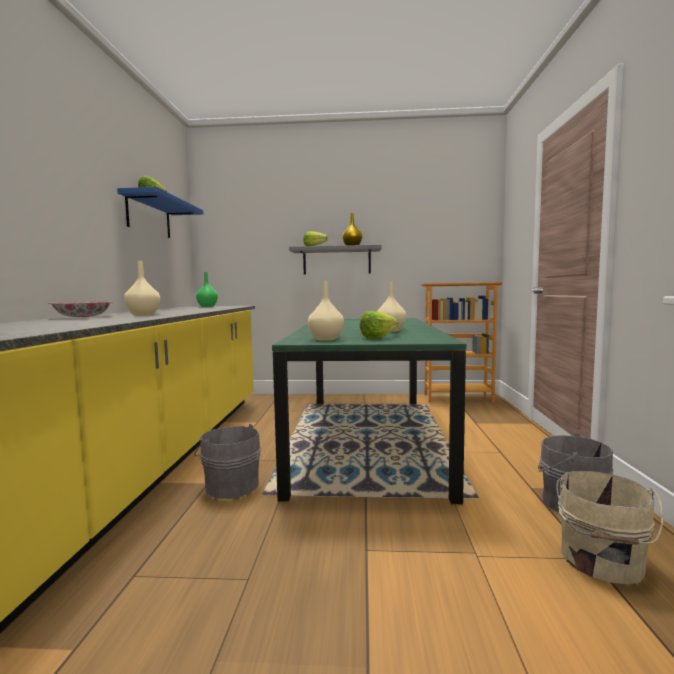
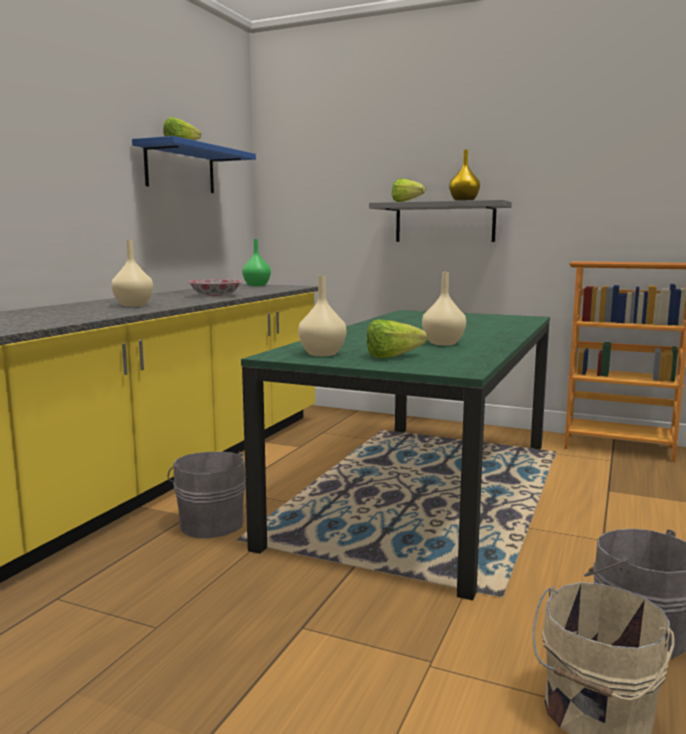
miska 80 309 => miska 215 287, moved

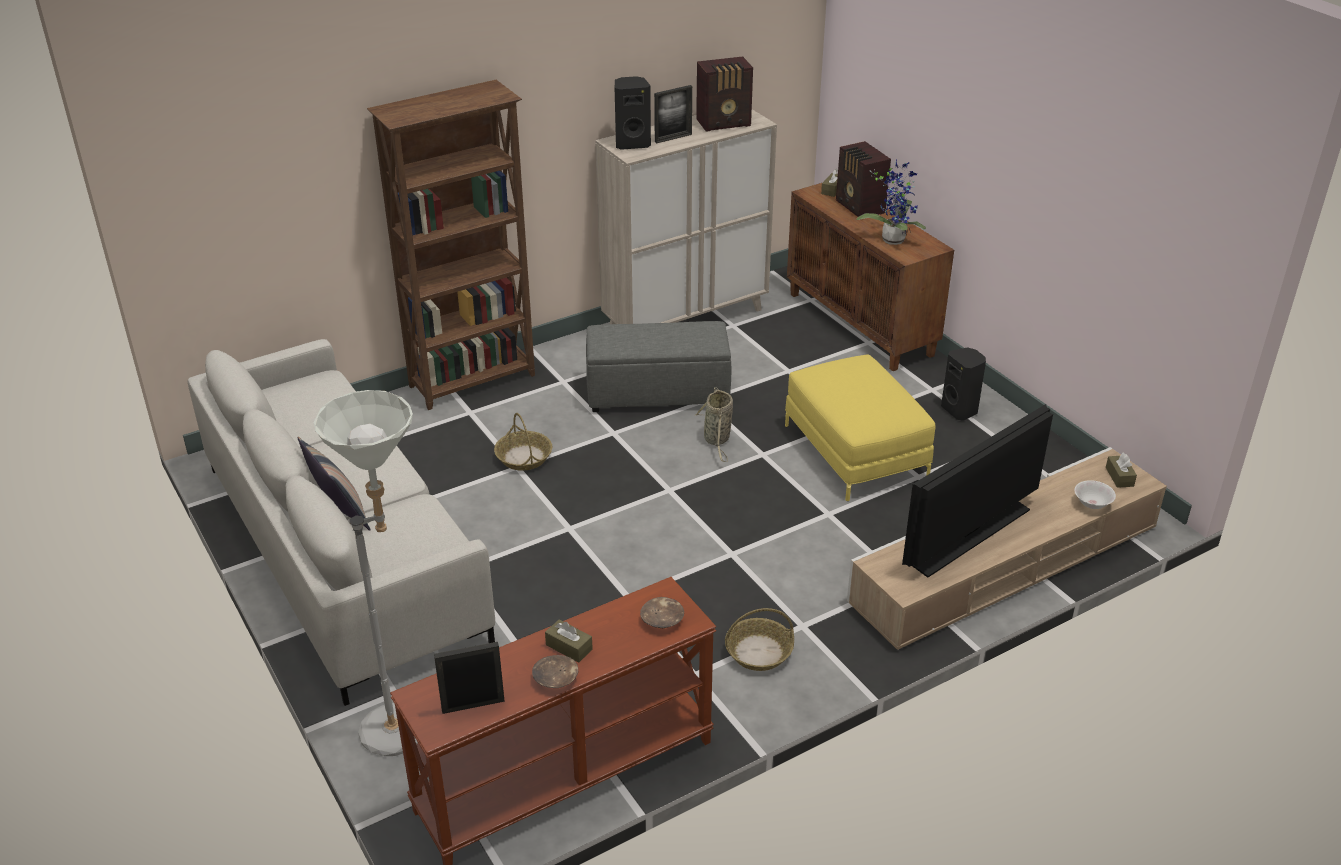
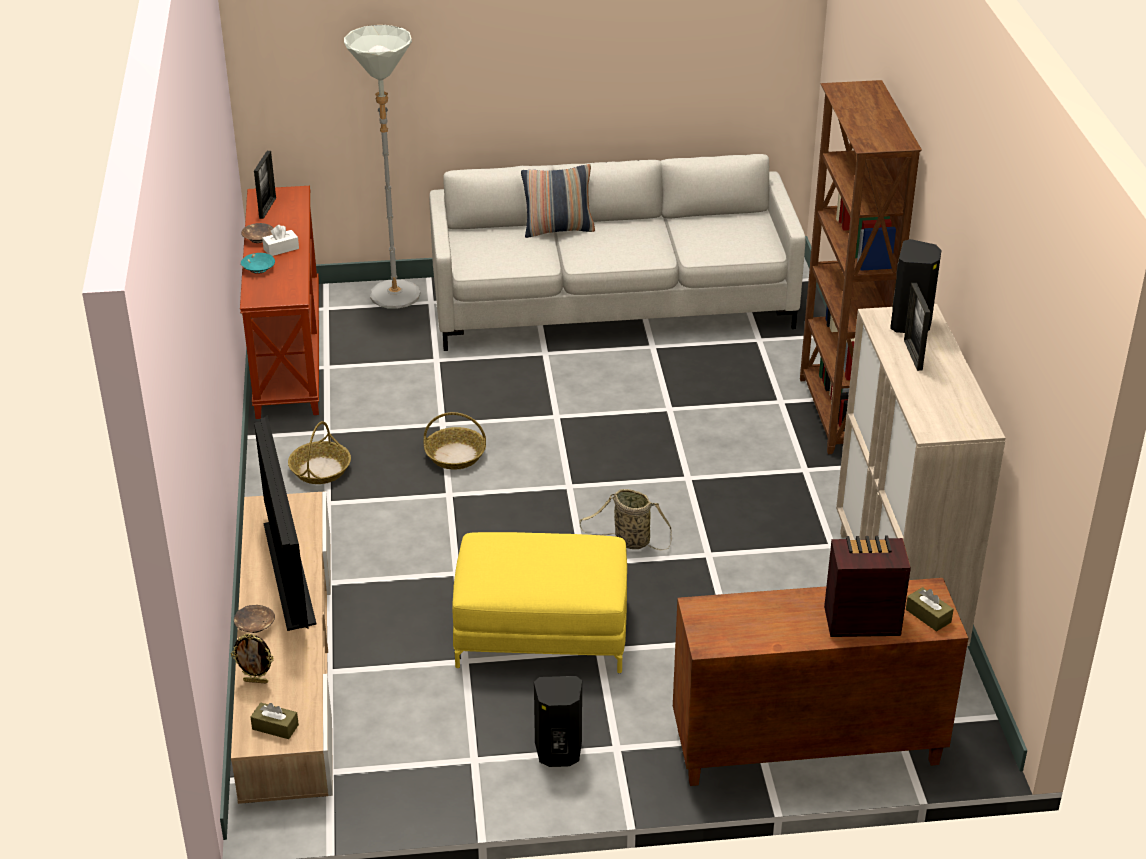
miska [biały] 1095 494 => ramka na zdjęcie 252 659
miska [brązowy] 662 612 => miska [brązowy] 254 619, moved
nothing => miska [turkusowy] 258 263
pudełko chusteczek [brązowy] 569 641 => pudełko chusteczek [biały] 280 240
koszyk 523 442 => koszyk 455 441, moved
pufa [szary] 658 366 => nothing
radio 724 94 => nothing
roślina doniczkowa 891 202 => nothing

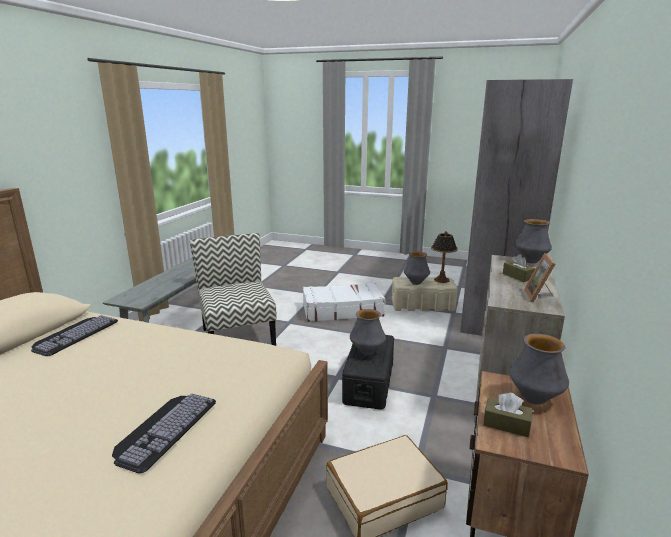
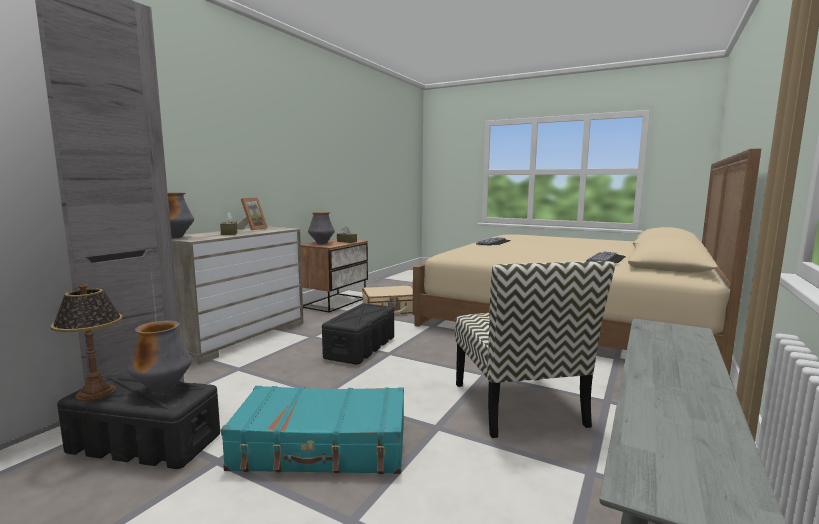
pojemnik do przechowywania [beżowy] 425 294 => pojemnik do przechowywania [czarny] 138 422
walizka [biały] 344 302 => walizka [turkusowy] 312 430
wazon 368 332 => nothing

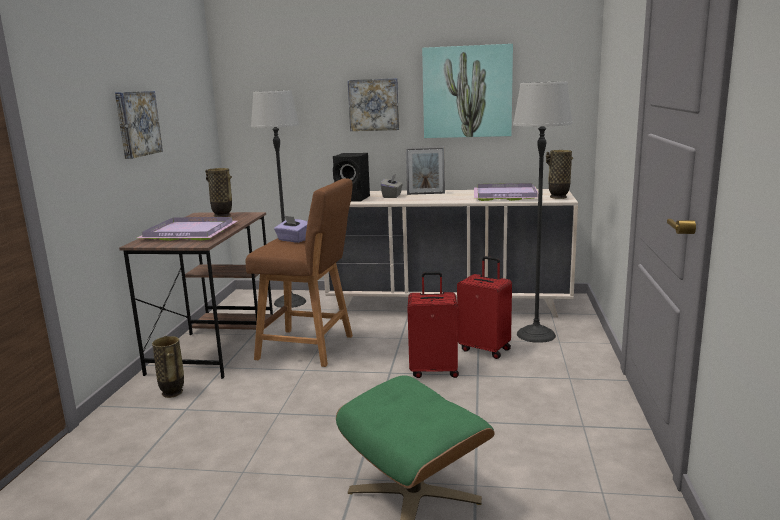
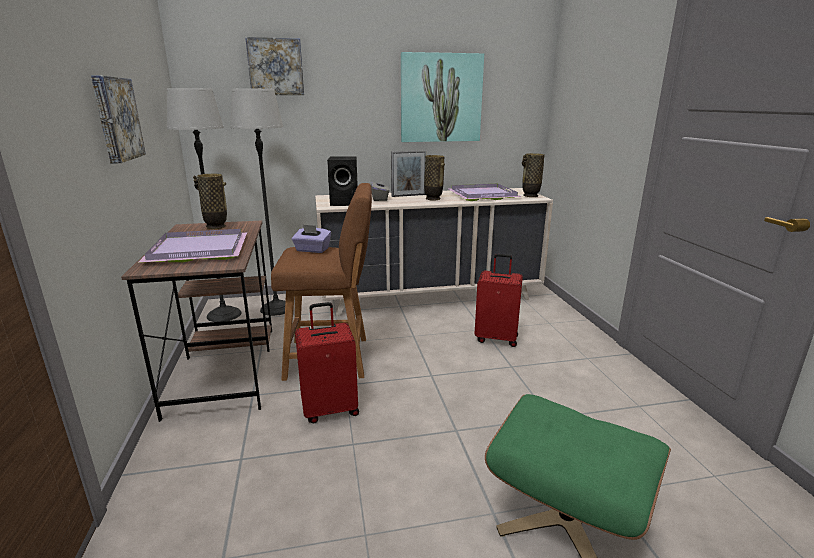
lampa stojąca 543 212 => lampa stojąca 204 205, moved
obraz 373 104 => obraz 274 66, moved
walizka [czerwony] 433 325 => walizka [czerwony] 327 362, moved
wazon 168 367 => wazon 434 178, moved

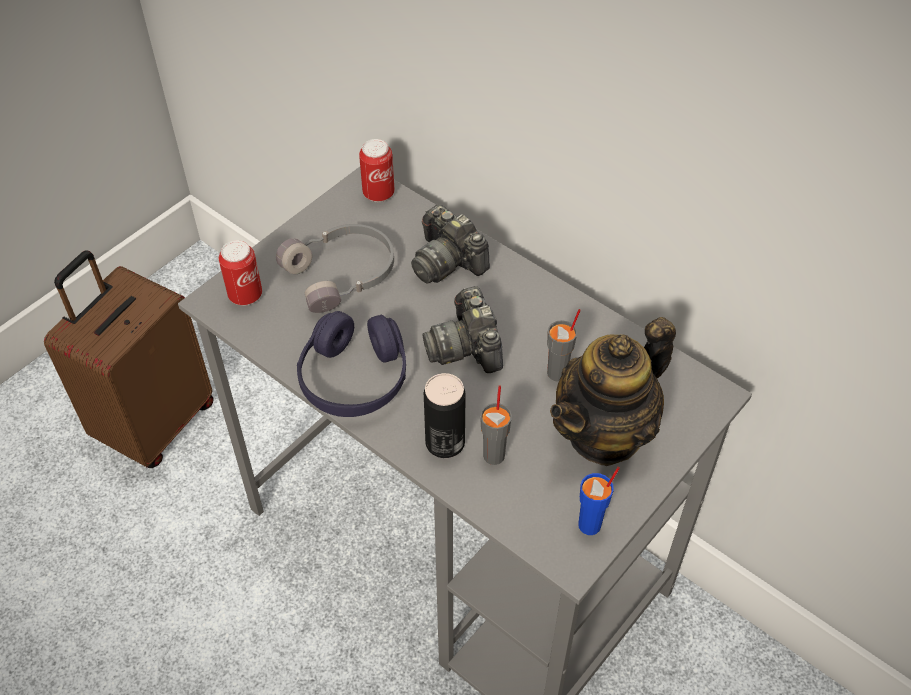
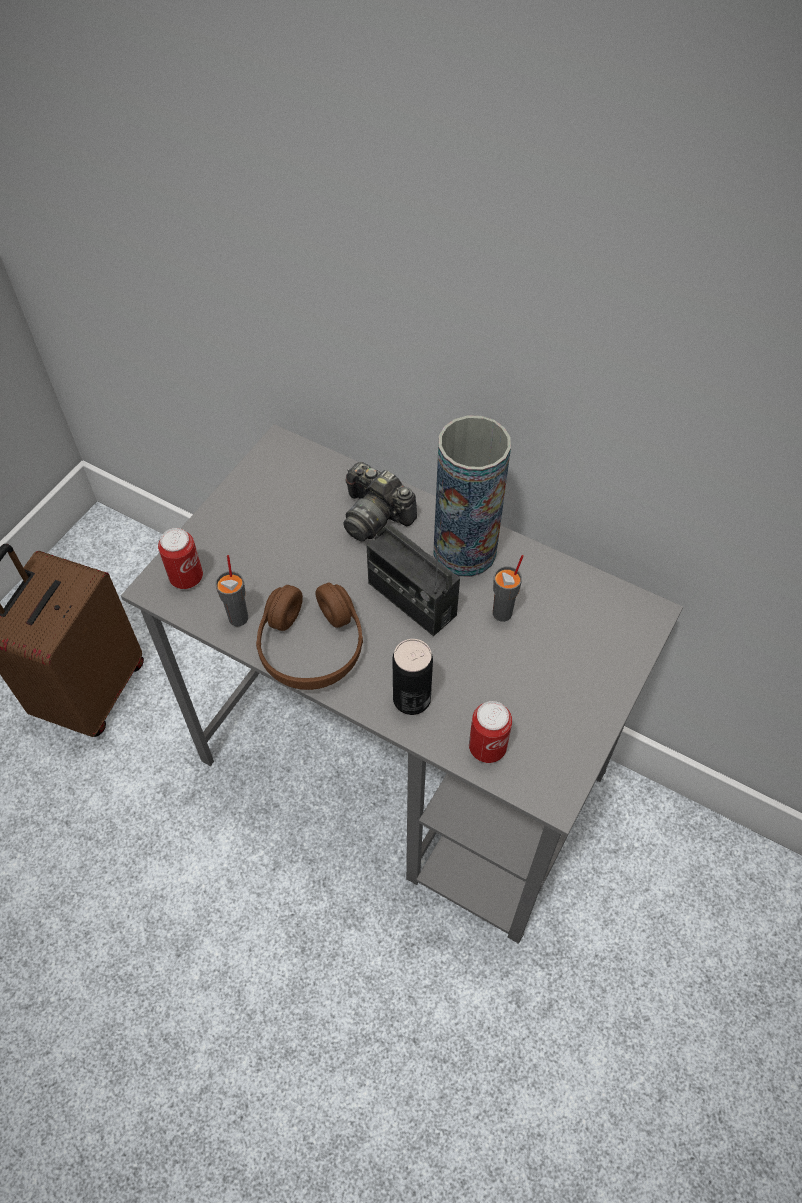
filiżanka [szary] 496 425 => filiżanka [szary] 231 590, moved
słuchawki [fioletowy] 351 364 => słuchawki [brązowy] 309 636
aparat fotograficzny 462 329 => radio 413 580
nothing => wazon 472 496
puszka 377 170 => puszka 490 732, moved
słuchawki [szary] 335 268 => nothing
imbryk 613 391 => nothing
filiżanka [niebieski] 599 501 => nothing

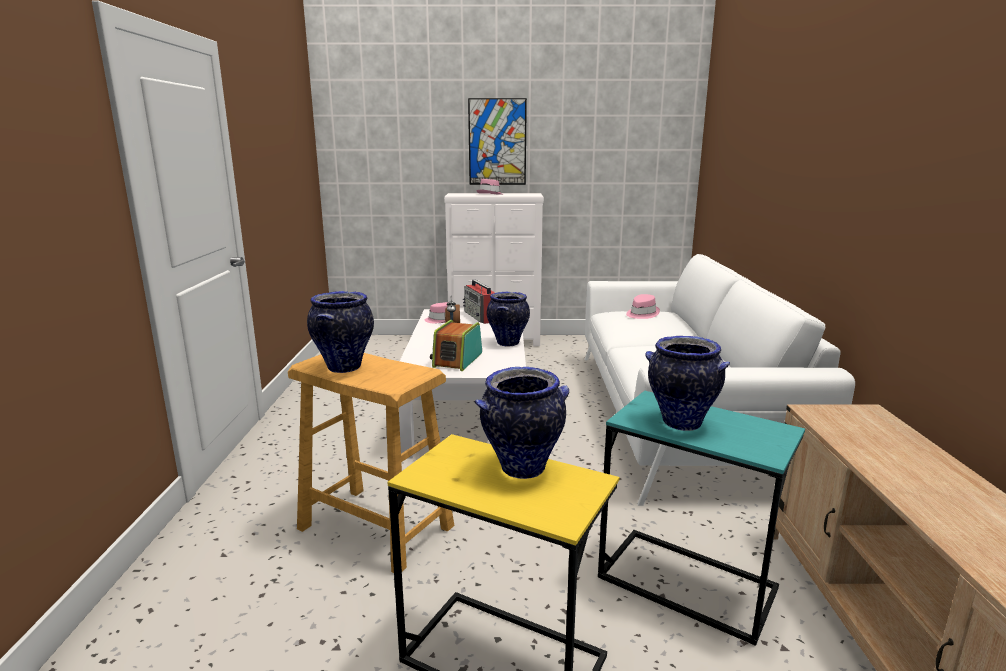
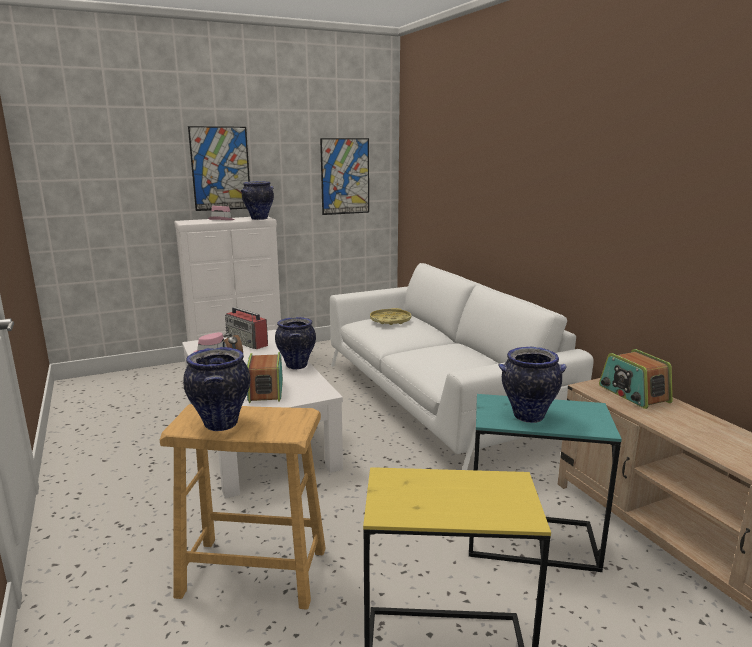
wazon 522 423 => wazon 257 200, moved
nothing => obraz 344 176
kapelusz [różowy] 643 306 => taca [żółty] 390 316
nothing => radio 636 379

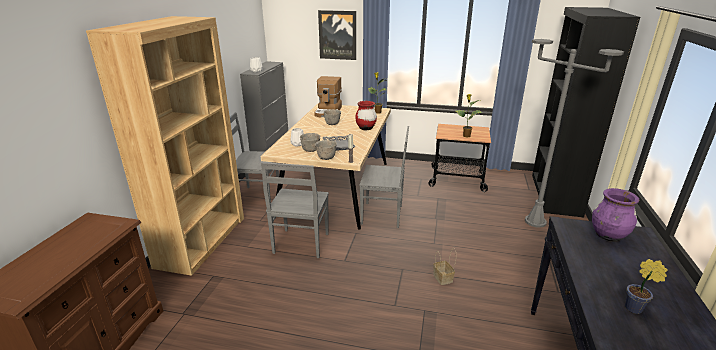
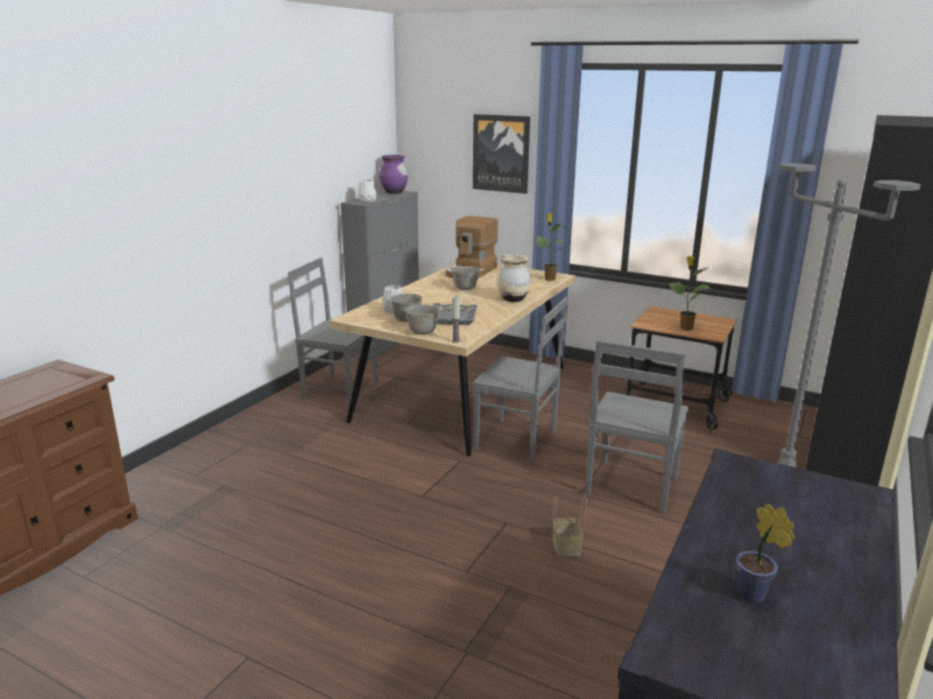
wazon [fioletowy] 615 215 => wazon [fioletowy] 393 174, moved
wazon [czerwony] 366 115 => wazon [beżowy] 513 278
krzesło [szary] 295 210 => krzesło [szary] 637 426, moved
regał [brązowy] 165 146 => nothing

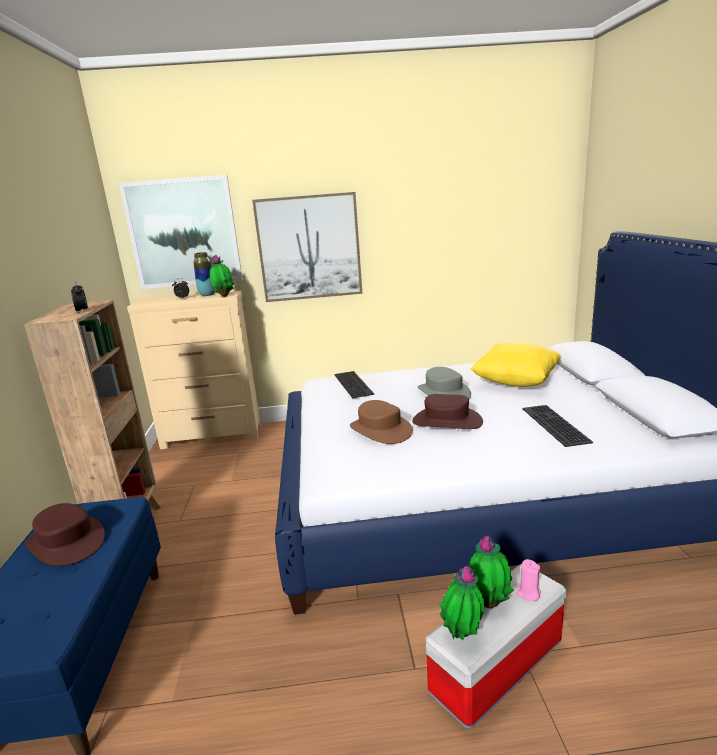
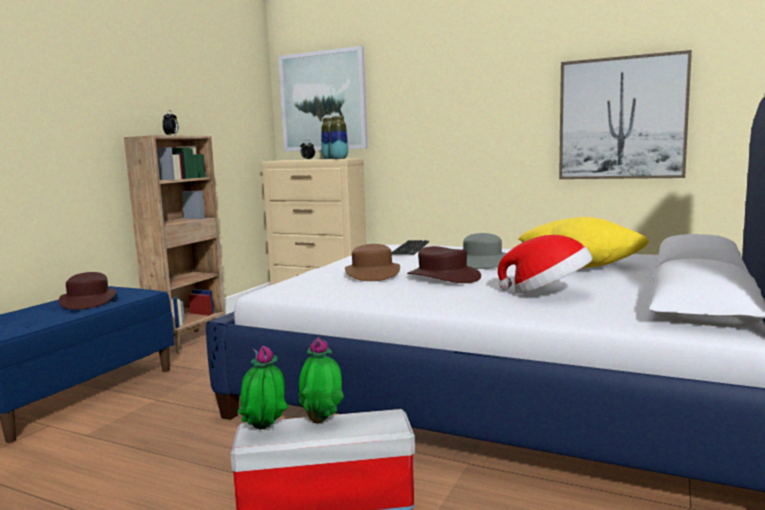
roślina doniczkowa 222 276 => wazon 339 137
klawiatura 557 426 => kapelusz 545 264
obraz 307 247 => obraz 625 114, moved
świeca [różowy] 529 580 => nothing

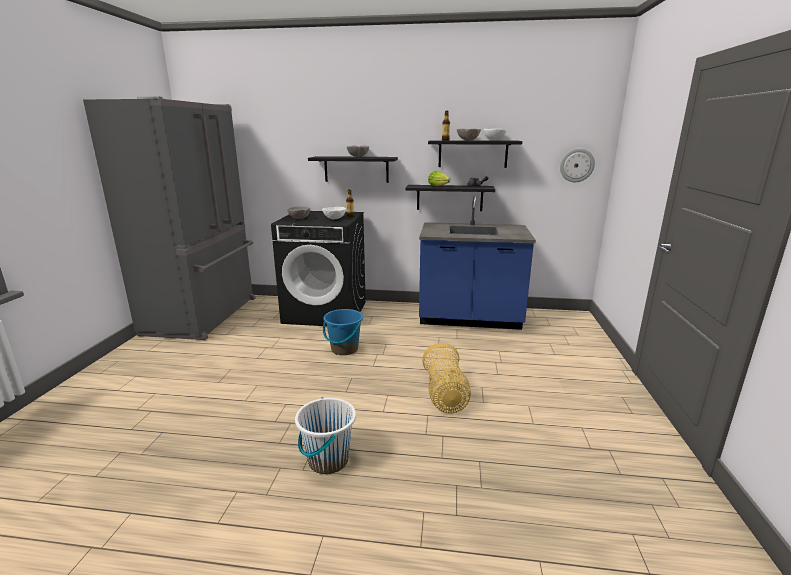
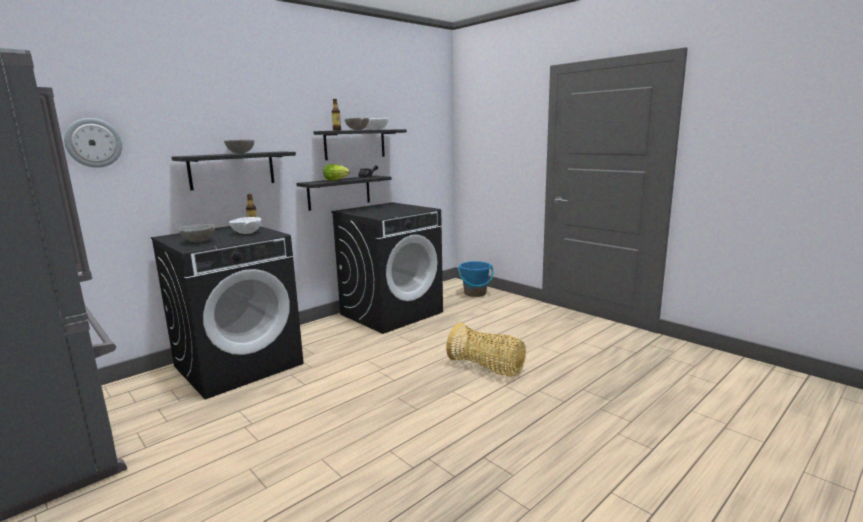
zegar ścienny 577 165 => zegar ścienny 93 143, moved
zabudowa kuchenna [niebieski] 477 263 => pralka [czarny] 387 268
wiadro [niebieski] 343 332 => wiadro [niebieski] 475 279, moved
wiadro [biały] 325 435 => nothing

